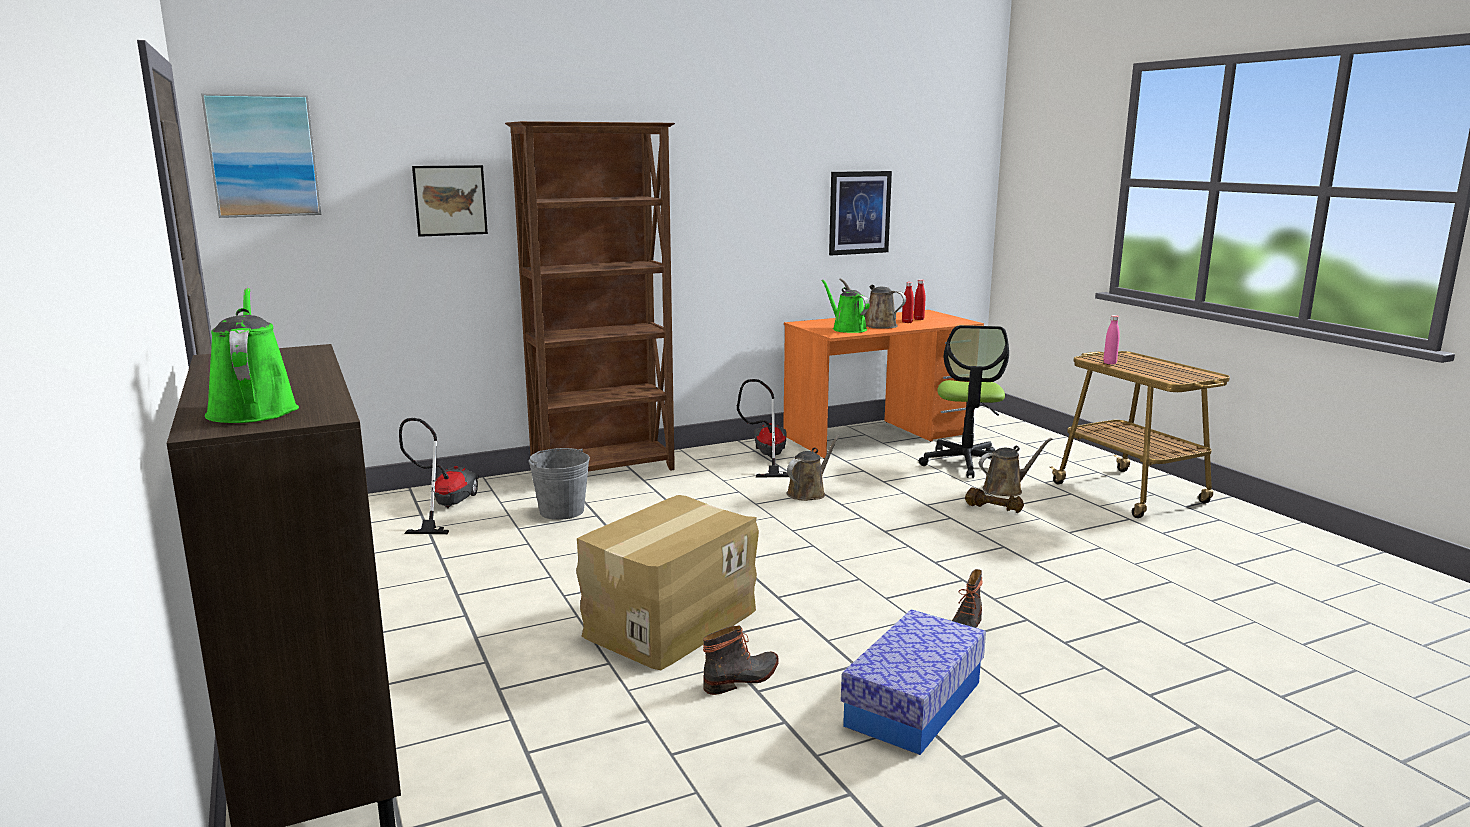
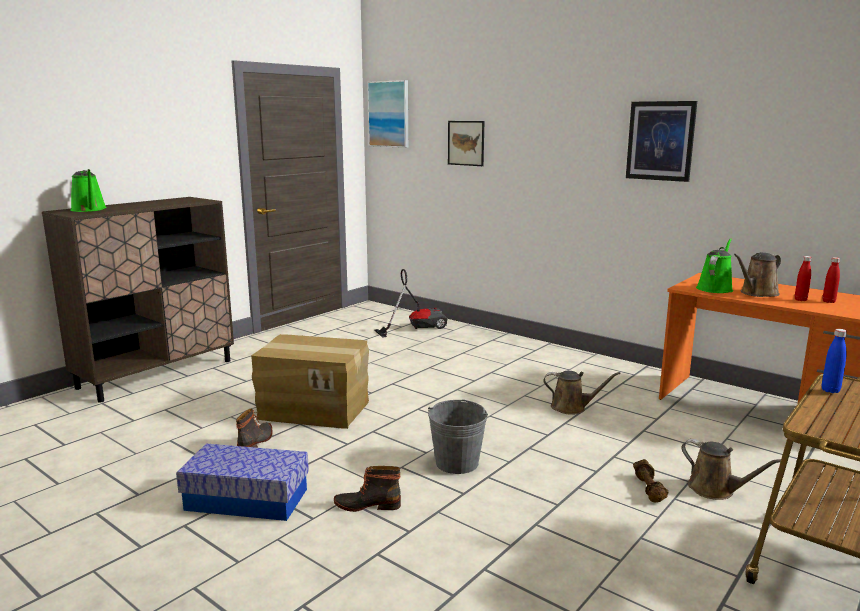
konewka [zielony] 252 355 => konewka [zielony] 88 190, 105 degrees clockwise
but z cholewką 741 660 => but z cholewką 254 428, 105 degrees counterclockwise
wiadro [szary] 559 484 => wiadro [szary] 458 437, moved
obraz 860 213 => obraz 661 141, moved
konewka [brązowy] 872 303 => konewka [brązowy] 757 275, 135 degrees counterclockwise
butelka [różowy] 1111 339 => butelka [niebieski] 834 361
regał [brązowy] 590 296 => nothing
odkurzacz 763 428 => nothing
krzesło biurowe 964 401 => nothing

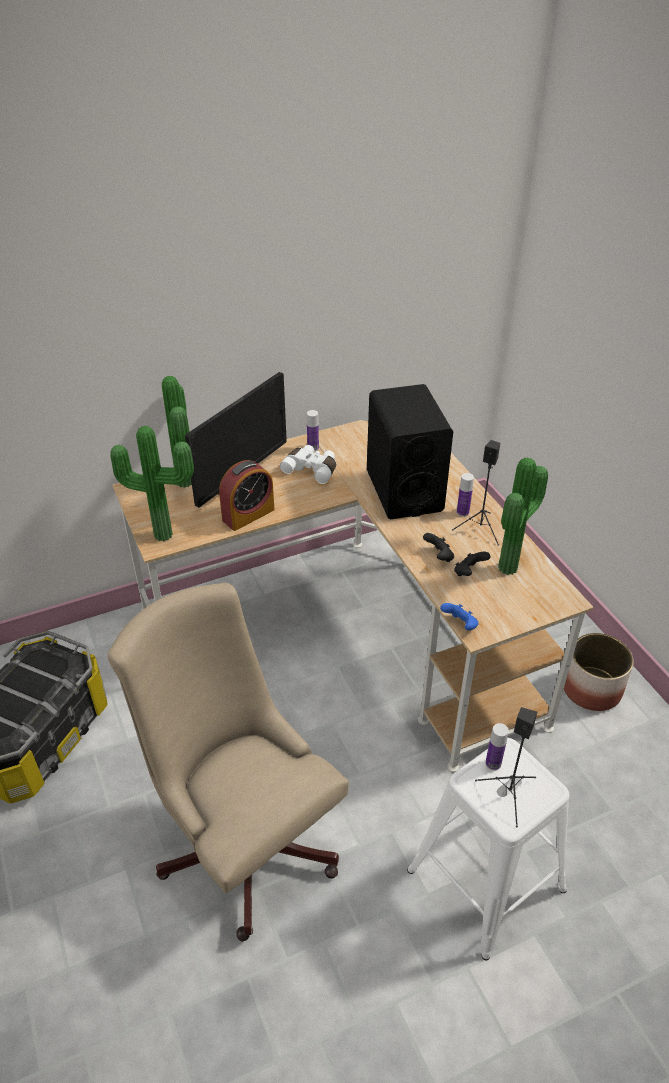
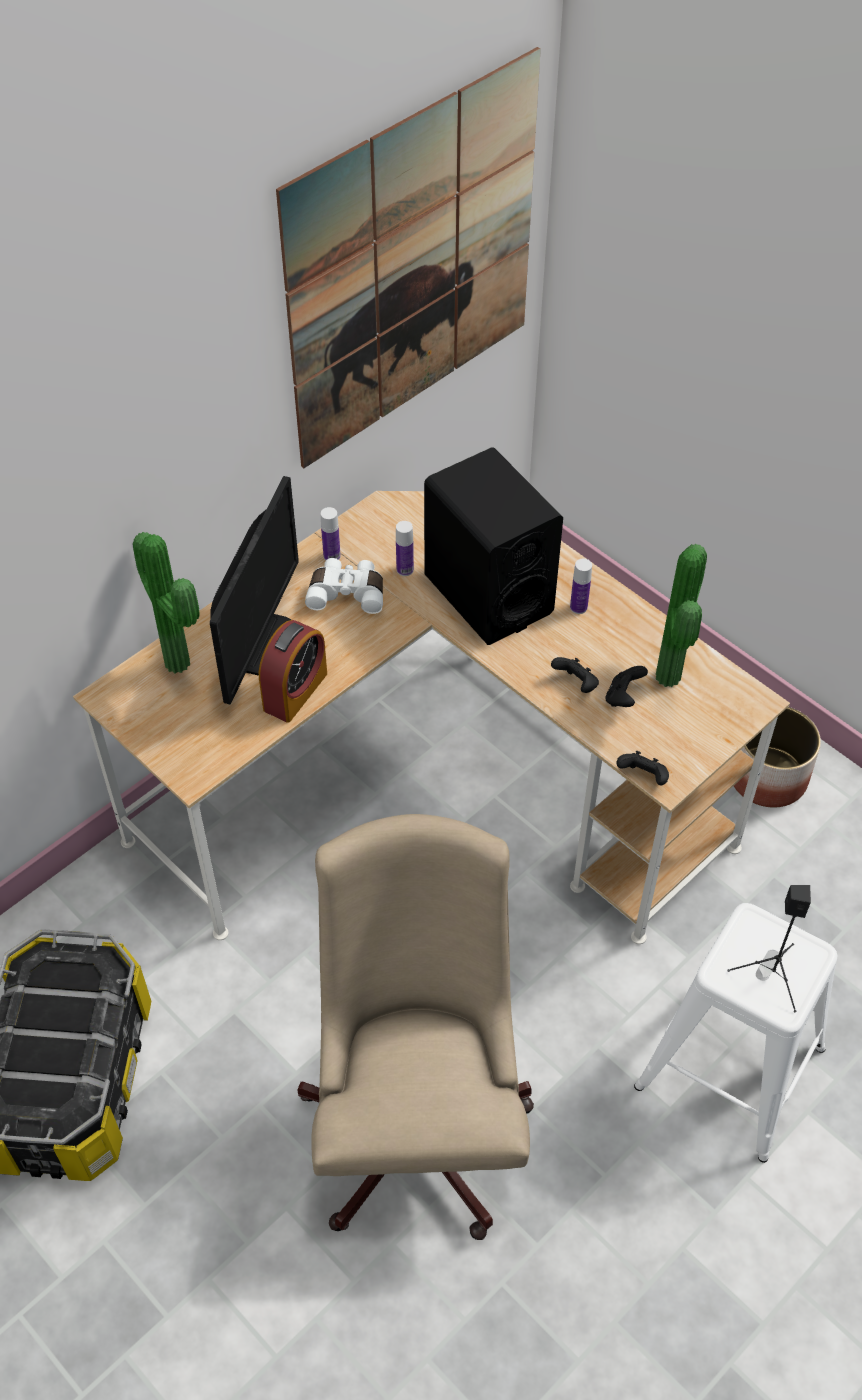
nothing => obraz 408 257
krzesło biurowe [beżowy] 228 762 => krzesło biurowe [beżowy] 416 1027, 60 degrees clockwise
butelka 497 746 => butelka 405 548, moved
pad do gier [niebieski] 459 616 => pad do gier [czarny] 642 768
roślina doniczkowa 152 483 => nothing
głośnik [czarny] 476 493 => nothing

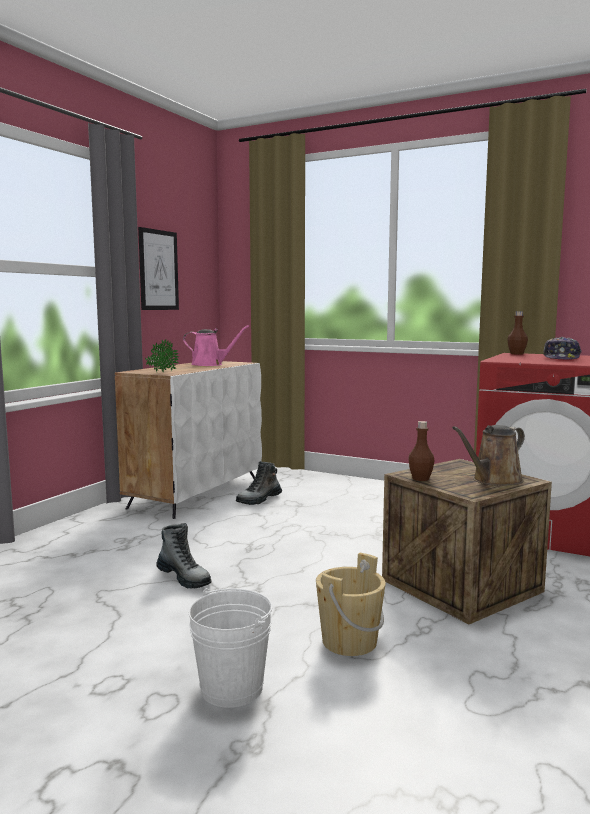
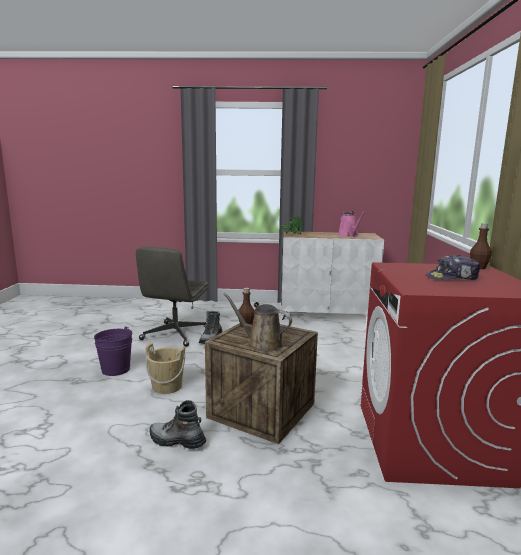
wiadro [biały] 230 648 => wiadro [fioletowy] 113 351
nothing => krzesło biurowe [szary] 172 296
but z cholewką 259 483 => but z cholewką 178 424, moved
obraz 158 268 => nothing

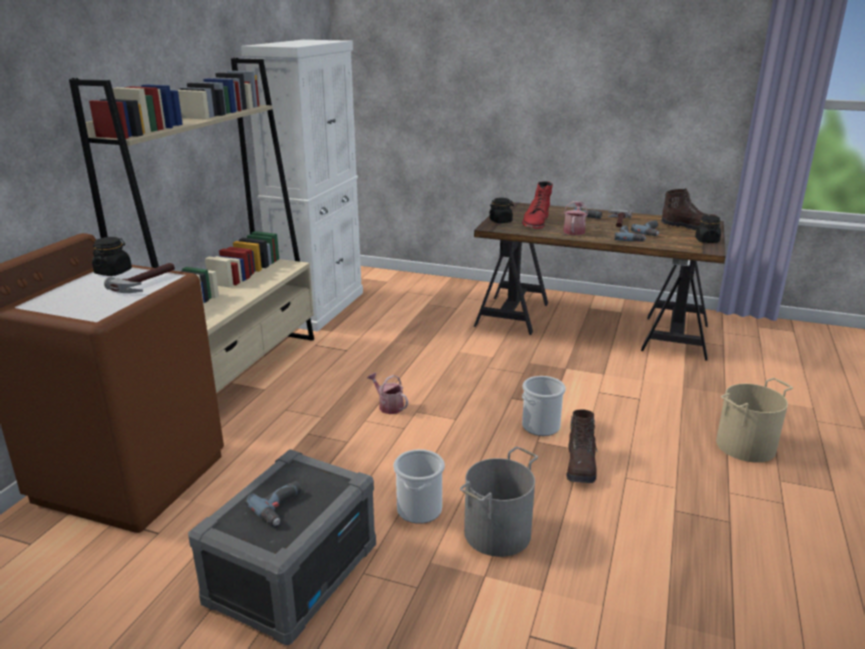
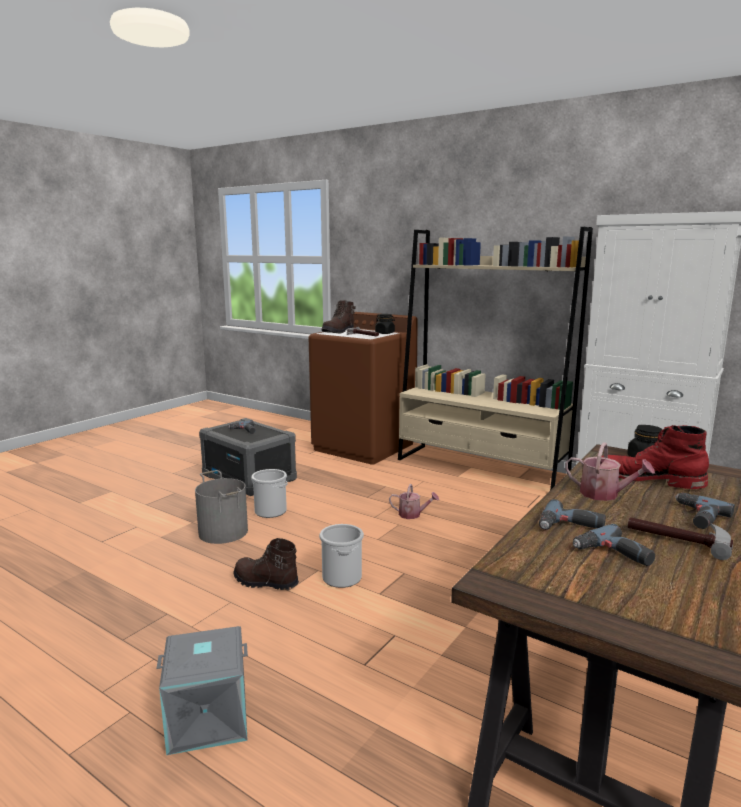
wiadro [beżowy] 754 420 => pojemnik do przechowywania [szary] 202 690
but z cholewką [brązowy] 691 209 => but z cholewką [brązowy] 338 316, moved
konewka 387 393 => konewka 414 501, 45 degrees clockwise
słoik [czarny] 708 229 => nothing

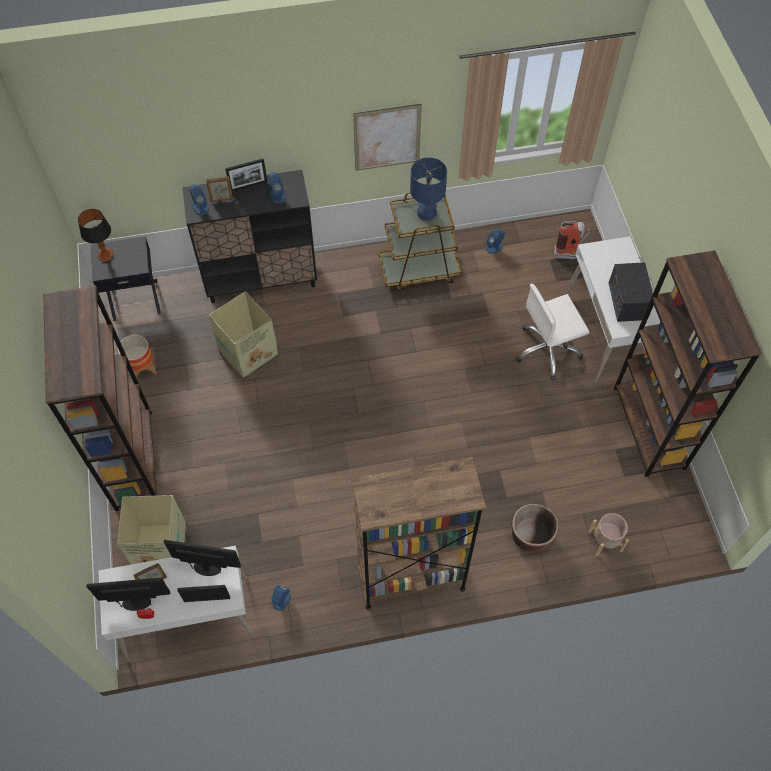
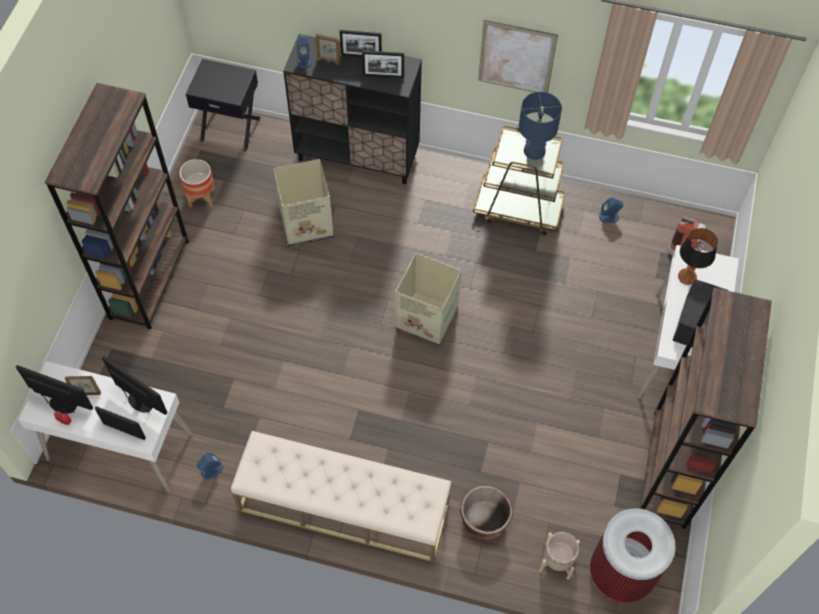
regał [brązowy] 418 533 => ławka [beżowy] 341 496
głośnik [niebieski] 277 188 => ramka na zdjęcie 383 64
karton 152 529 => karton 429 299, moved
nothing => kosz na śmieci 632 555
lampa stołowa 96 235 => lampa stołowa 698 256, moved
krzesło biurowe [biały] 553 332 => nothing

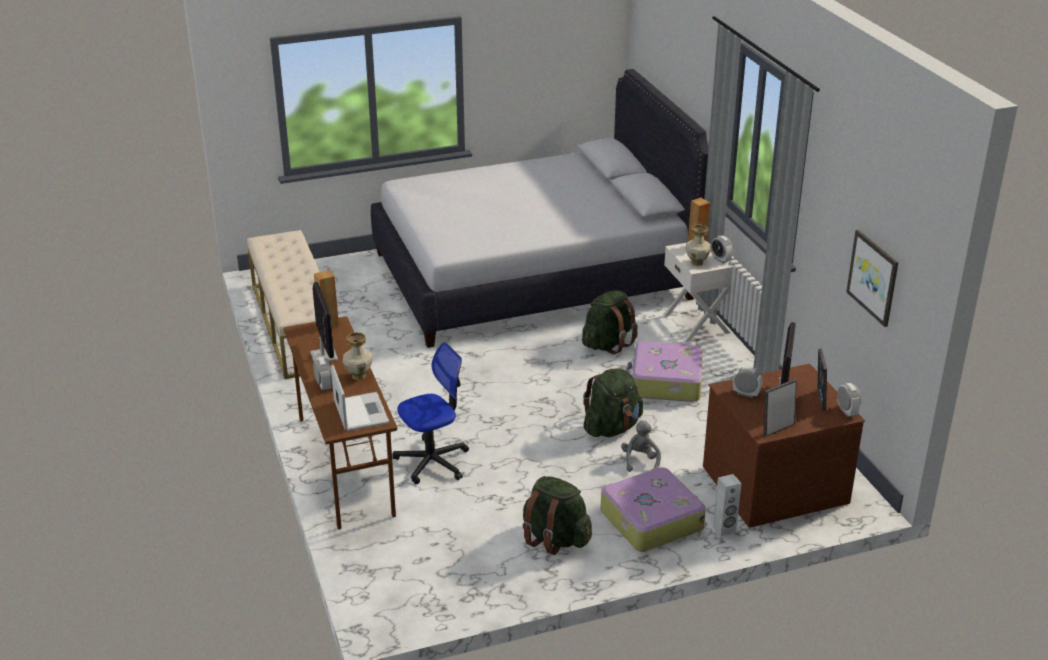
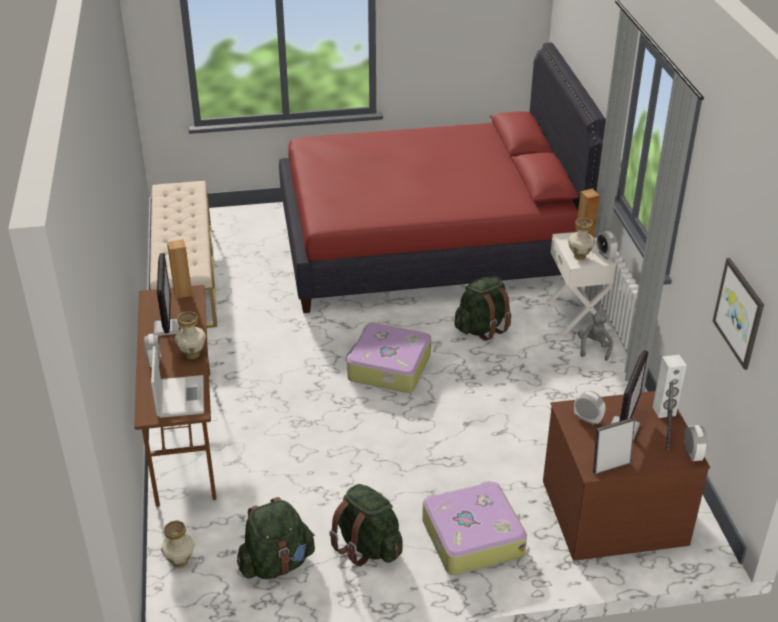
nothing => wazon 178 544
plecak [zielony] 613 402 => plecak [zielony] 276 538, moved
łóżko [biały] 540 208 => łóżko [czerwony] 442 178
walizka 664 371 => walizka 389 358, moved
pluszak [szary] 641 446 => pluszak [szary] 595 336, moved
głośnik [biały] 727 505 => głośnik [biały] 670 386, moved
krzesło biurowe 430 413 => nothing

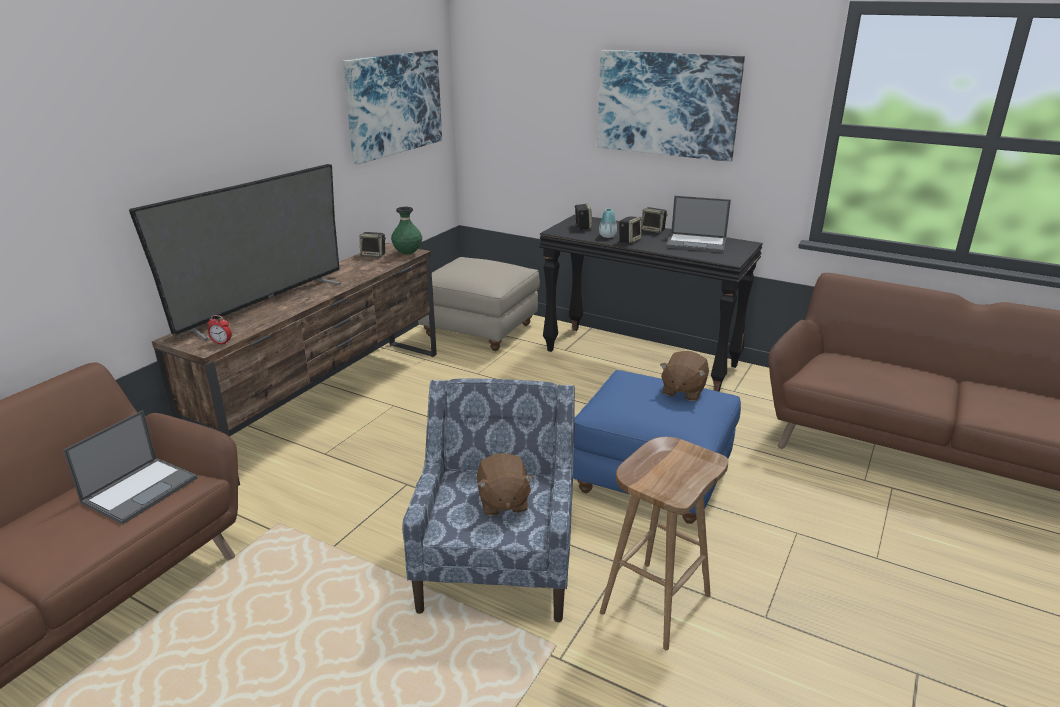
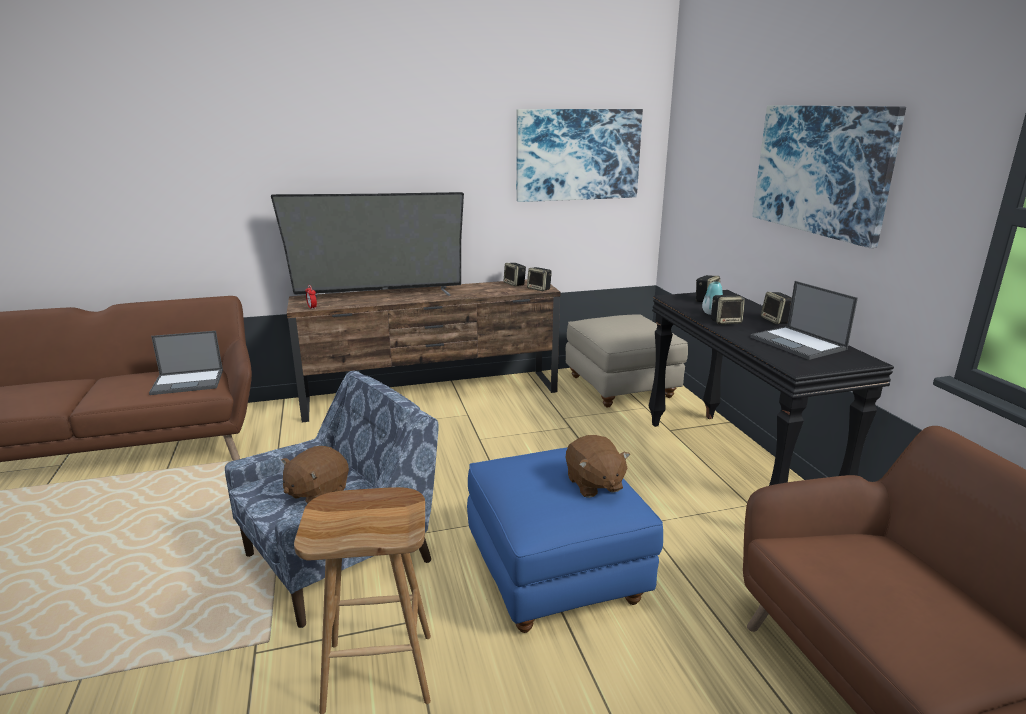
wazon [zielony] 406 230 => głośnik 539 279
pluszak [brązowy] 684 376 => pluszak [brązowy] 598 466, 90 degrees counterclockwise

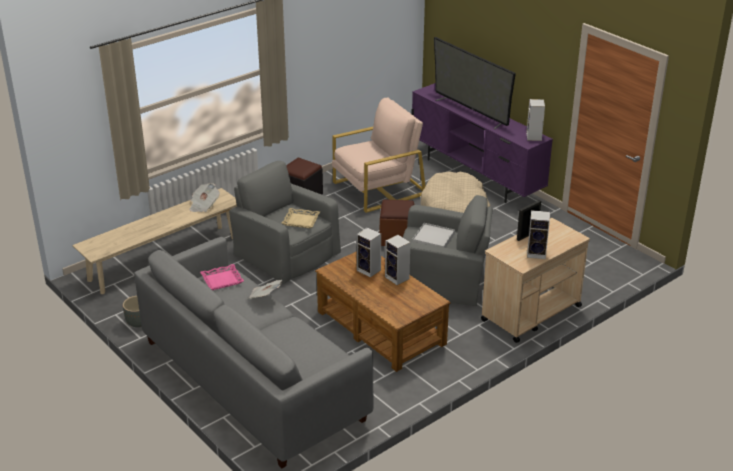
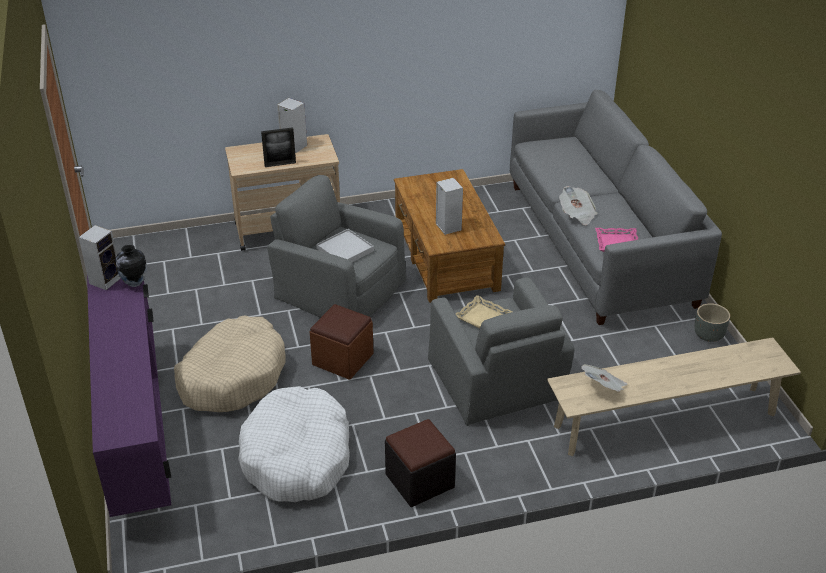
nothing => wazon 131 266
fotel [beżowy] 378 155 => legowisko [biały] 294 444
głośnik 397 260 => nothing
telewizor 475 83 => nothing

